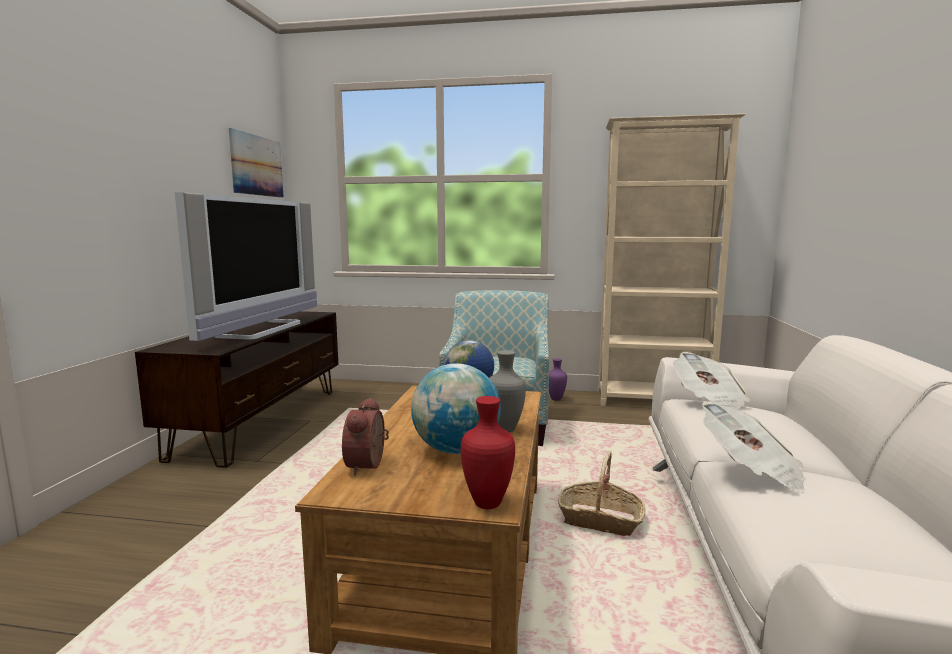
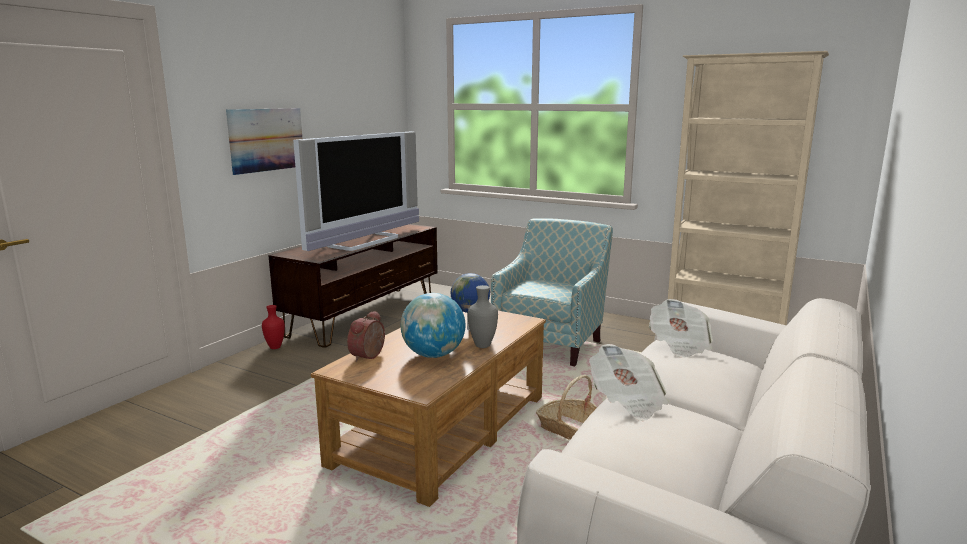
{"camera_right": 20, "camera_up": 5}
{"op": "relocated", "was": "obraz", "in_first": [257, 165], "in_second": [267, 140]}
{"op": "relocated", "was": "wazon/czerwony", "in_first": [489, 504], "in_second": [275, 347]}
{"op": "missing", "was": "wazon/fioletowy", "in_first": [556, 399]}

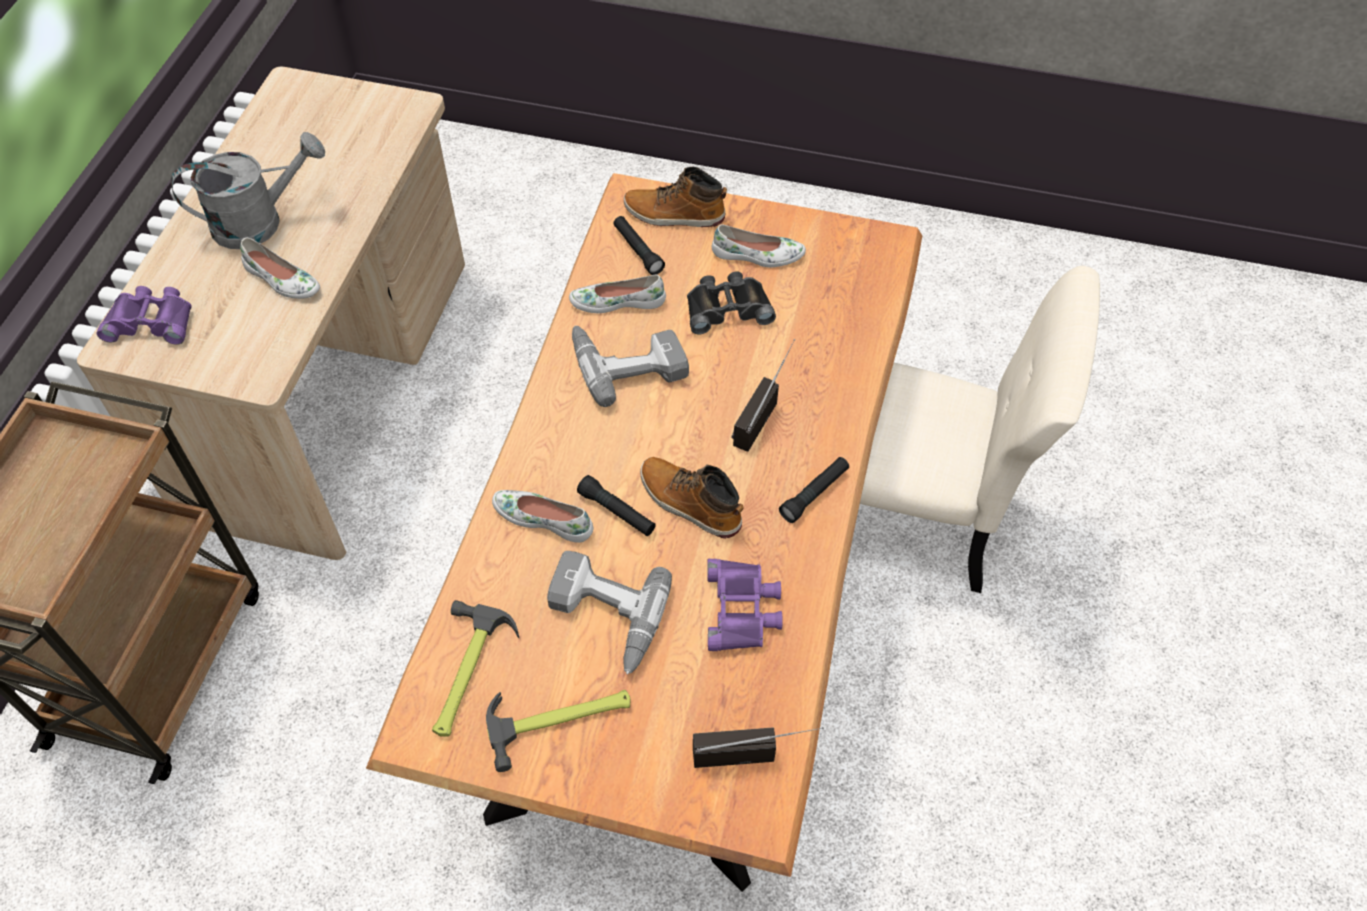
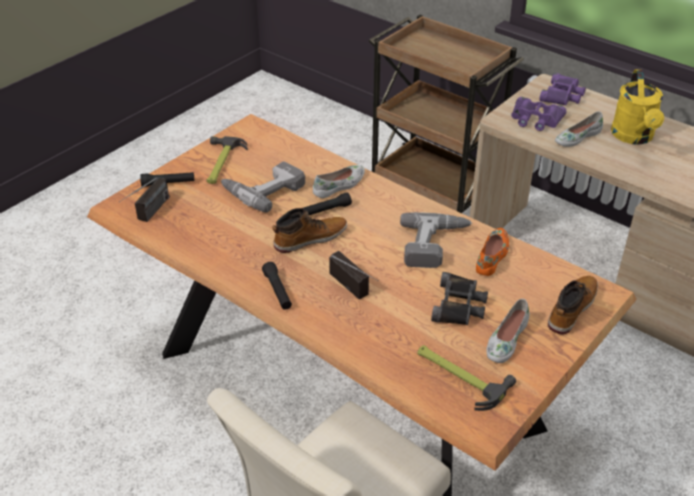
{"camera_right": 115, "camera_up": -15}
{"op": "relocated", "was": "latarka/czarny", "in_first": [638, 250], "in_second": [168, 183]}
{"op": "relocated", "was": "młotek", "in_first": [466, 673], "in_second": [459, 376]}
{"op": "colour", "was": "but/biały", "now": "but/pomarańczowy", "in_first": [618, 301], "in_second": [492, 256]}
{"op": "relocated", "was": "lornetka/fioletowy", "in_first": [742, 609], "in_second": [535, 119]}
{"op": "colour", "was": "konewka/szary", "now": "konewka/żółty", "in_first": [260, 221], "in_second": [634, 137]}

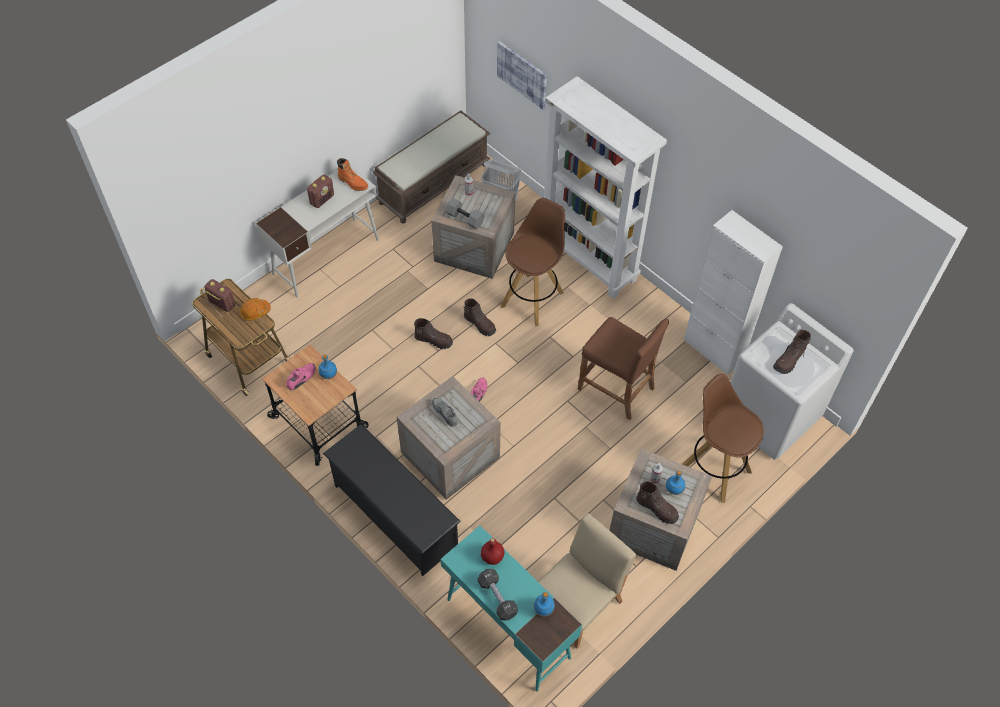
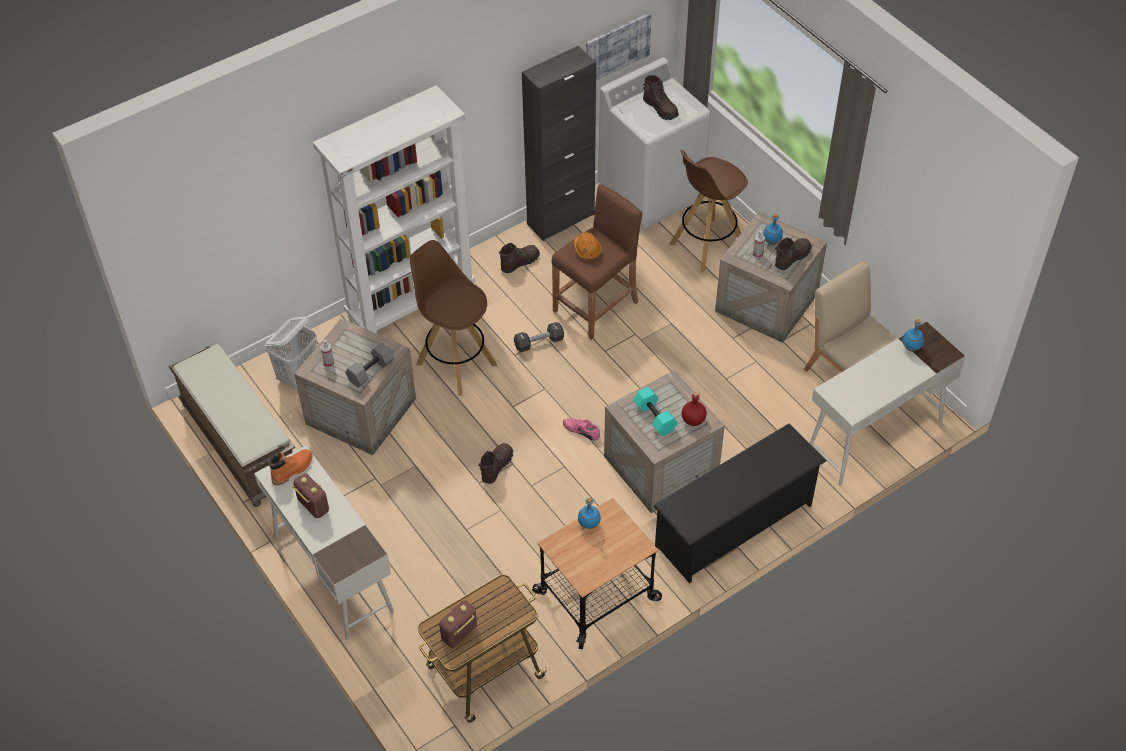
{"camera_right": -80, "camera_up": -5}
{"op": "relocated", "was": "but z cholewką/brązowy", "in_first": [480, 324], "in_second": [519, 262]}
{"op": "relocated", "was": "hantel/czarny", "in_first": [497, 598], "in_second": [539, 342]}
{"op": "colour", "was": "szafka/biały", "now": "szafka/czarny", "in_first": [713, 350], "in_second": [561, 219]}
{"op": "relocated", "was": "kask/pomarańczowy", "in_first": [255, 312], "in_second": [587, 249]}
{"op": "relocated", "was": "obraz", "in_first": [522, 74], "in_second": [617, 47]}
{"op": "exchanged", "was": "but/szary", "now": "hantel/turkusowy", "in_first": [445, 413], "in_second": [655, 417]}
{"op": "relocated", "was": "butelka/czerwony", "in_first": [492, 556], "in_second": [692, 420]}
{"op": "colour", "was": "biurko/turkusowy", "now": "biurko/biały", "in_first": [507, 627], "in_second": [874, 437]}
{"op": "missing", "was": "but/różowy", "in_first": [302, 378]}

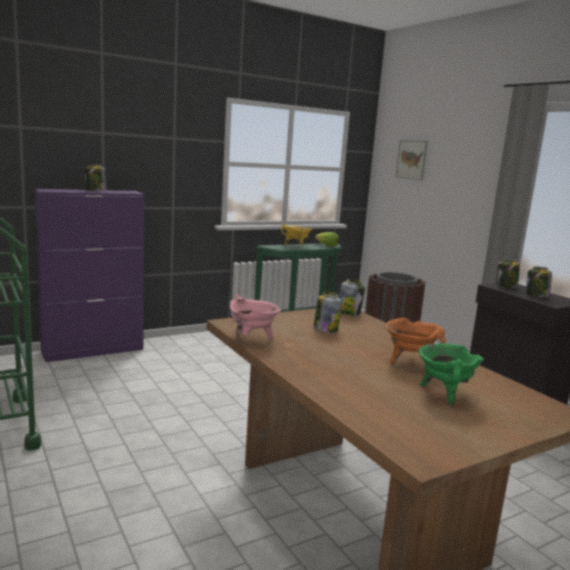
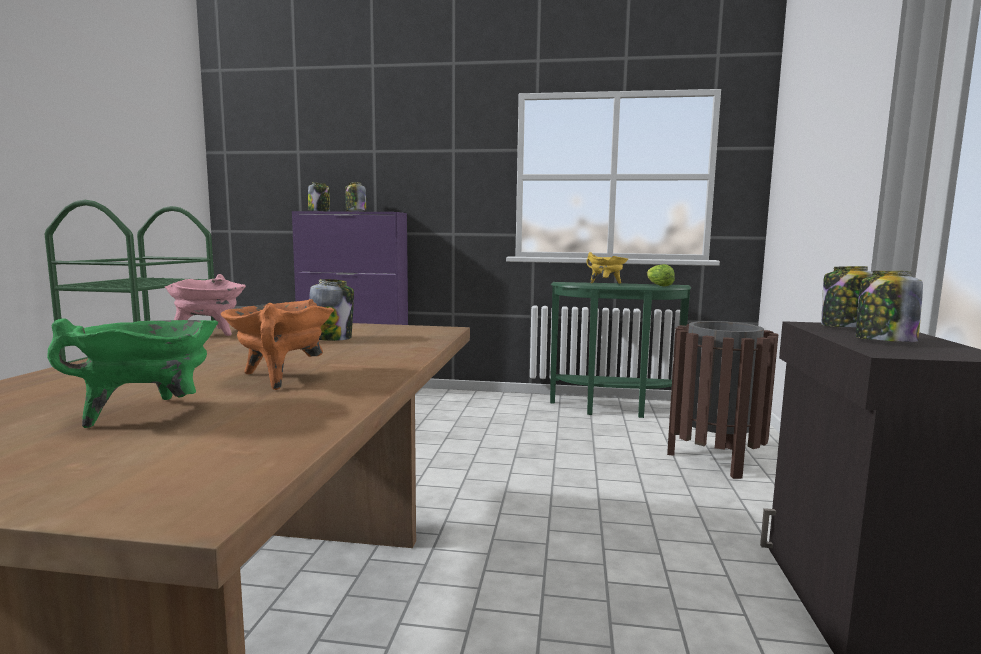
{"camera_right": 40, "camera_up": -5}
{"op": "relocated", "was": "słoik", "in_first": [349, 312], "in_second": [319, 211]}
{"op": "missing", "was": "obraz", "in_first": [411, 159]}

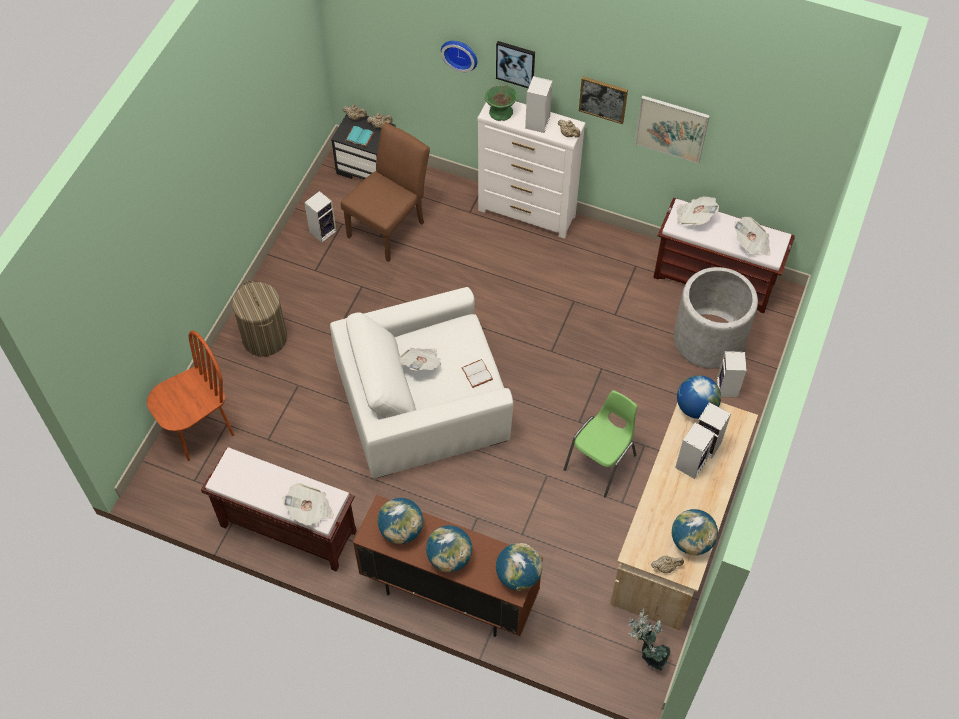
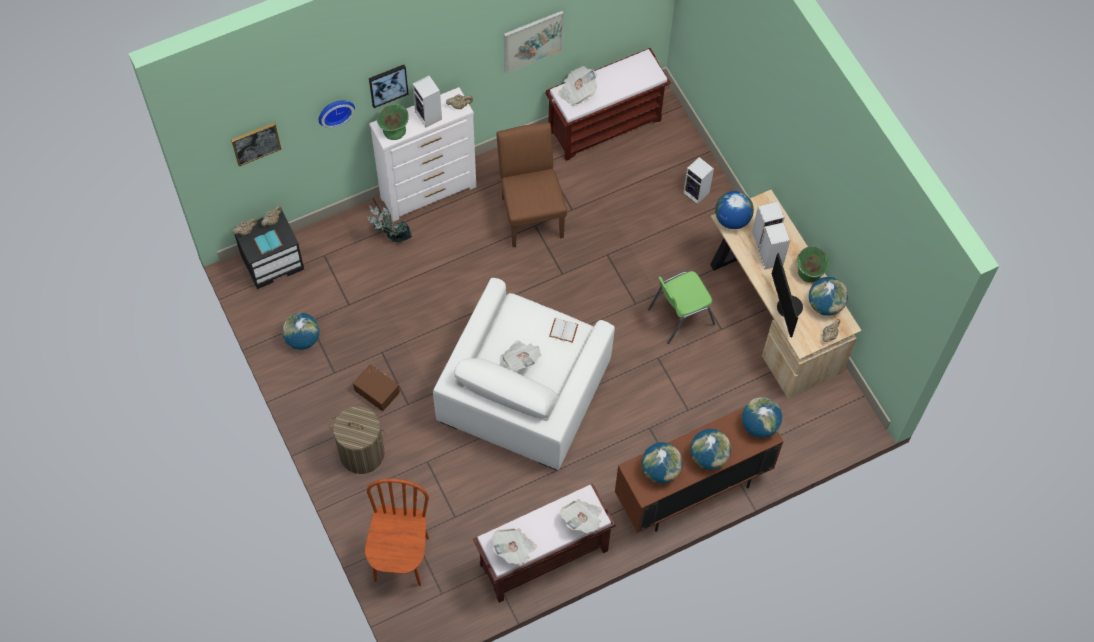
{"camera_right": -50, "camera_up": 5}
{"op": "relocated", "was": "obraz", "in_first": [603, 99], "in_second": [255, 143]}
{"op": "exchanged", "was": "głośnik", "now": "globus", "in_first": [323, 231], "in_second": [302, 339]}
{"op": "appeared", "now": "pojemnik do przechowywania/brązowy", "in_second": [377, 390]}
{"op": "relocated", "was": "roślina doniczkowa", "in_first": [646, 650], "in_second": [390, 237]}
{"op": "relocated", "was": "gazeta", "in_first": [751, 244], "in_second": [514, 549]}
{"op": "relocated", "was": "krzesło/brązowy", "in_first": [390, 226], "in_second": [530, 212]}
{"op": "spun", "was": "krzesło/zielony", "in_first": [601, 462], "in_second": [680, 316], "clockwise": -105}
{"op": "appeared", "now": "monitor", "in_second": [786, 308]}
{"op": "appeared", "now": "miska/zielony", "in_second": [809, 272]}
{"op": "missing", "was": "donica/szary", "in_first": [708, 339]}

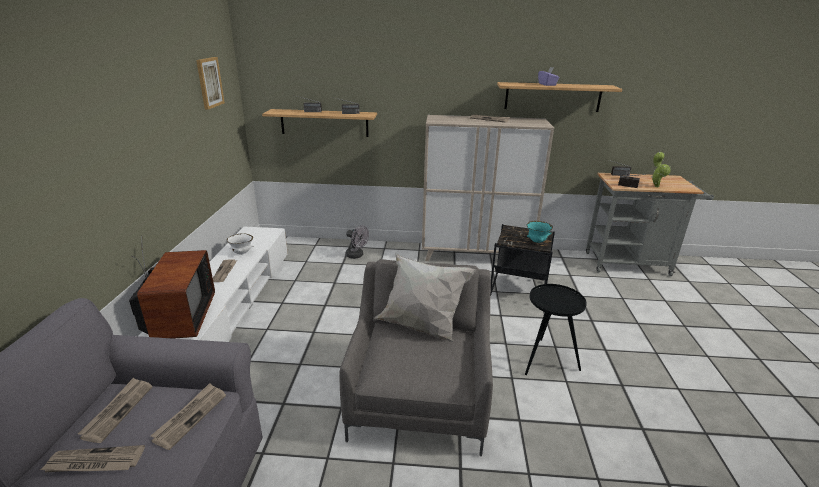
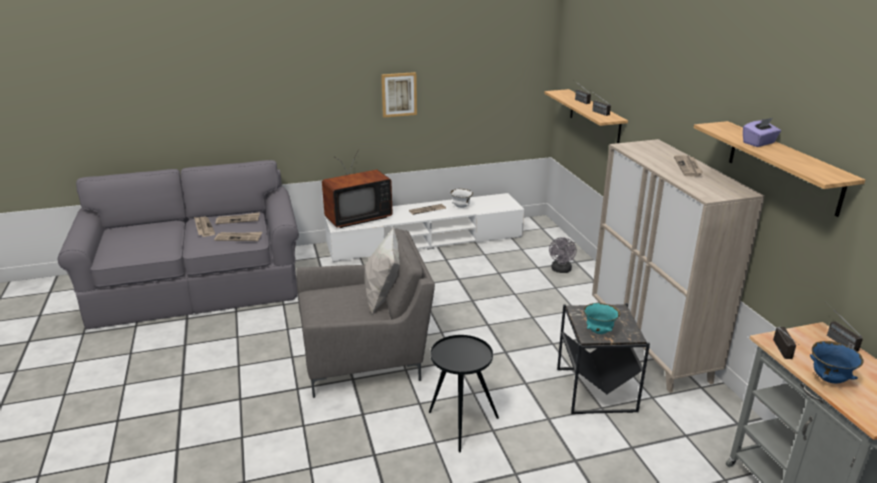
{"camera_right": 70, "camera_up": 0}
{"op": "relocated", "was": "obraz", "in_first": [209, 82], "in_second": [399, 94]}
{"op": "exchanged", "was": "roślina doniczkowa", "now": "miska/niebieski", "in_first": [656, 186], "in_second": [828, 379]}

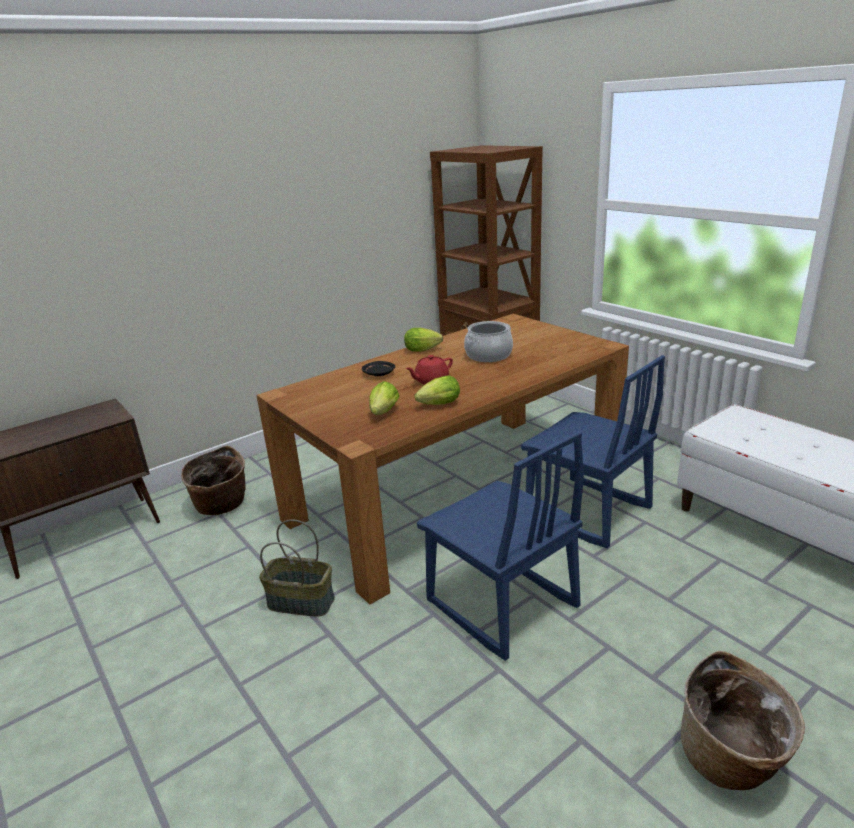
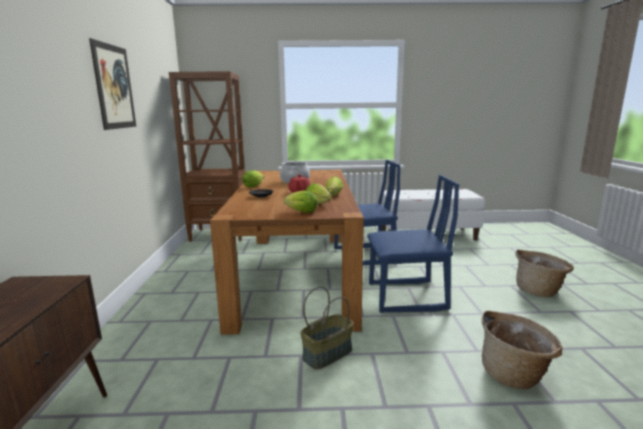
{"camera_right": -55, "camera_up": -10}
{"op": "appeared", "now": "obraz", "in_second": [114, 87]}
{"op": "appeared", "now": "sałata", "in_second": [300, 212]}
{"op": "relocated", "was": "koszyk", "in_first": [221, 506], "in_second": [514, 374]}

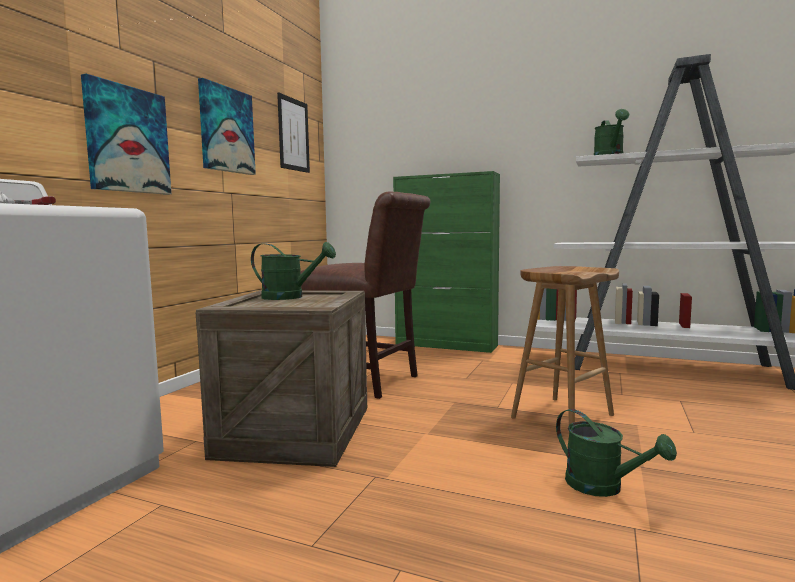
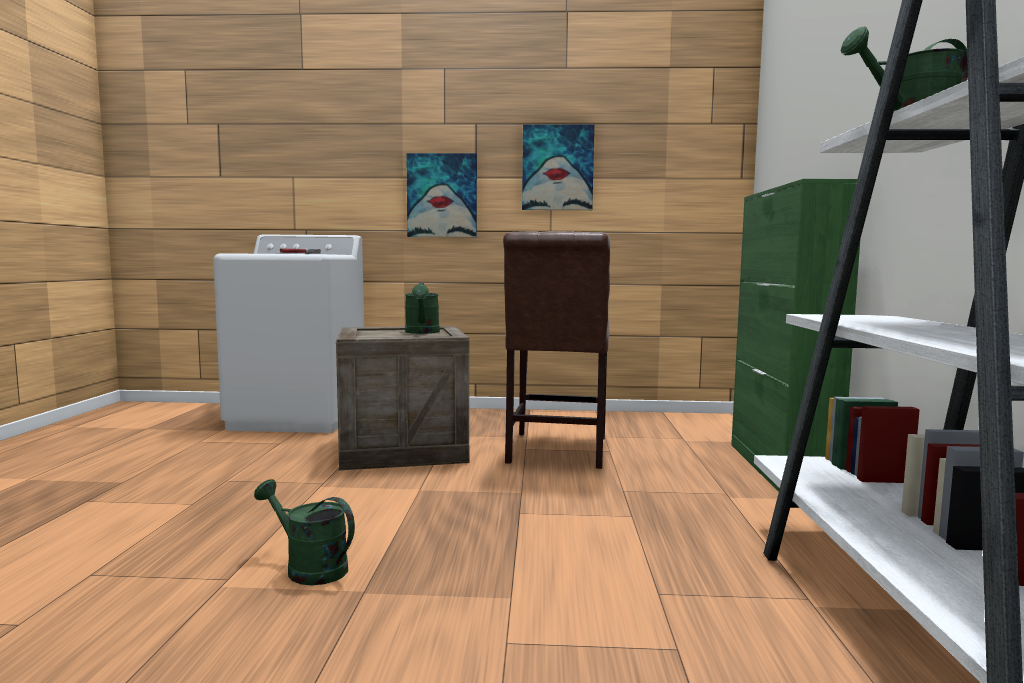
{"camera_right": 70, "camera_up": 0}
{"op": "spun", "was": "konewka/zielony", "in_first": [603, 487], "in_second": [309, 568], "clockwise": 90}
{"op": "missing", "was": "obraz", "in_first": [293, 134]}
{"op": "missing", "was": "stołek/brązowy", "in_first": [562, 415]}

